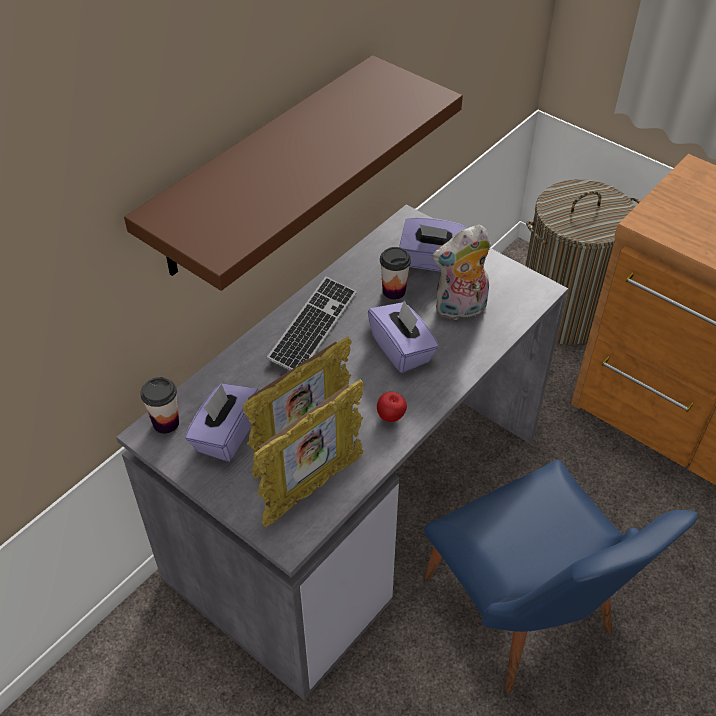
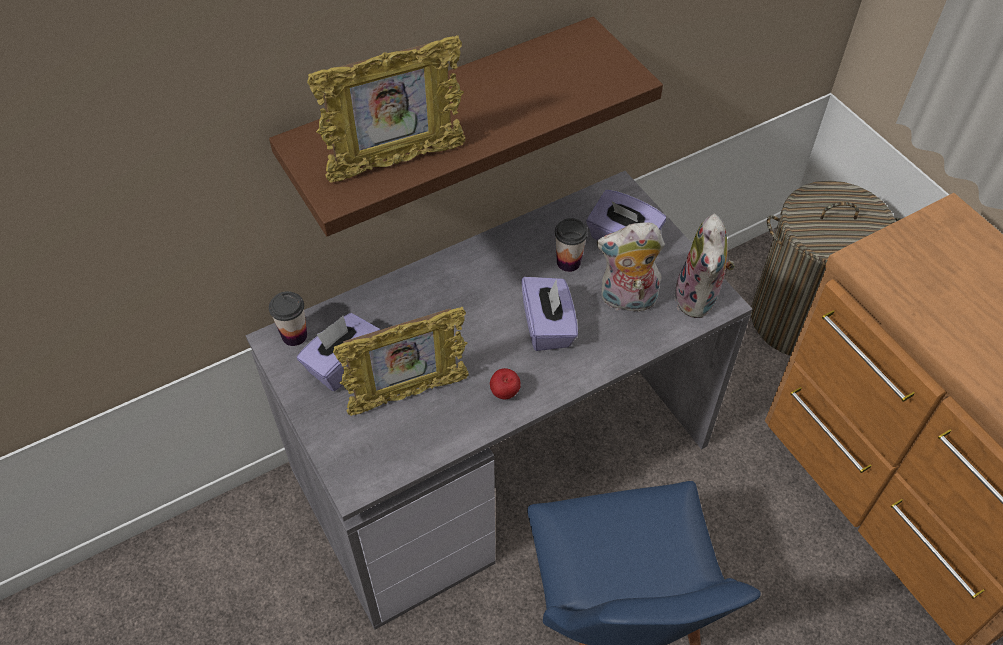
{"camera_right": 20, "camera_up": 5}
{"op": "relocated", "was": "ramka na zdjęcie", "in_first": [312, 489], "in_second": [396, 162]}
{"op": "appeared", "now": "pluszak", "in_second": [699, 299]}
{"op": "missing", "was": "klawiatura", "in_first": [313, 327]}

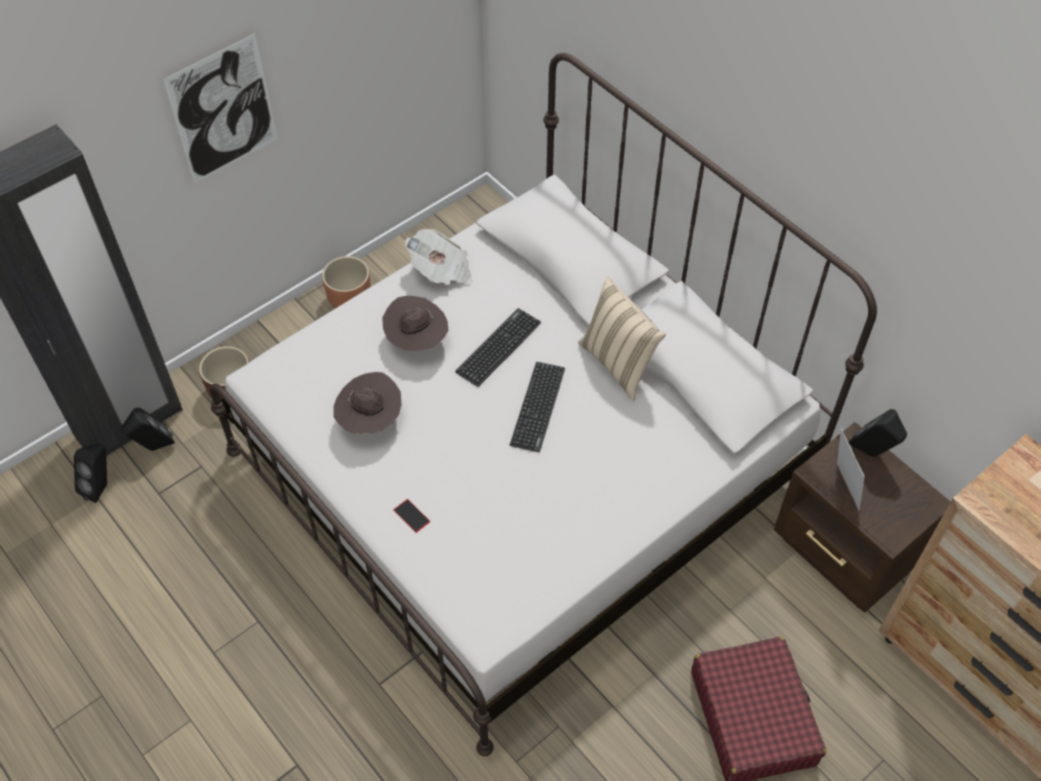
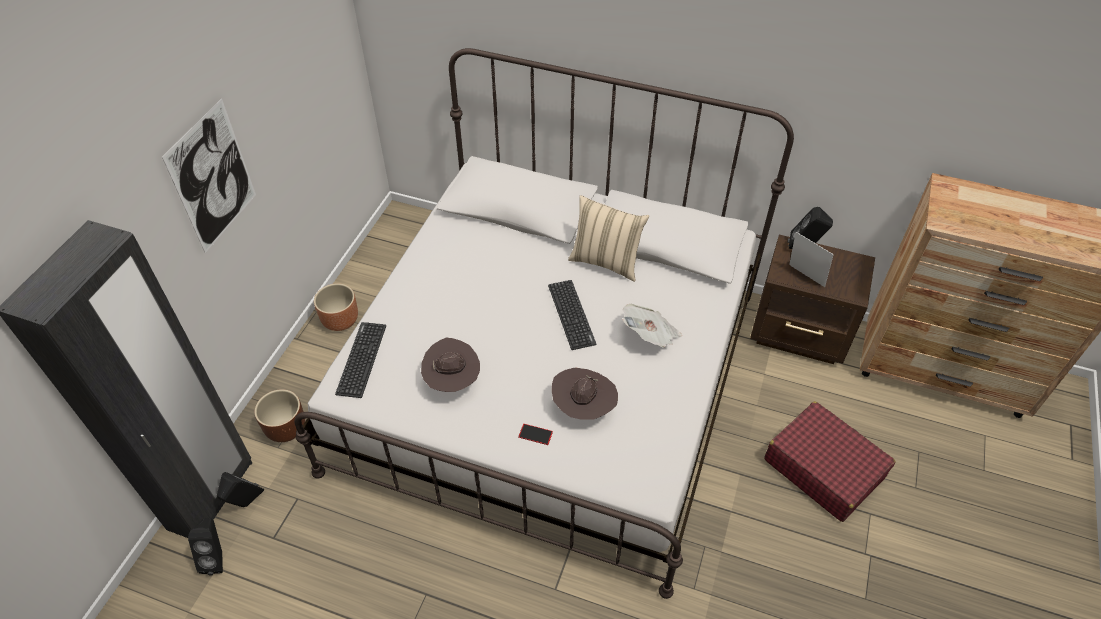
{"camera_right": -30, "camera_up": -5}
{"op": "relocated", "was": "klawiatura", "in_first": [498, 347], "in_second": [361, 359]}
{"op": "relocated", "was": "kapelusz/brązowy", "in_first": [417, 341], "in_second": [583, 407]}
{"op": "relocated", "was": "gazeta", "in_first": [441, 270], "in_second": [650, 335]}

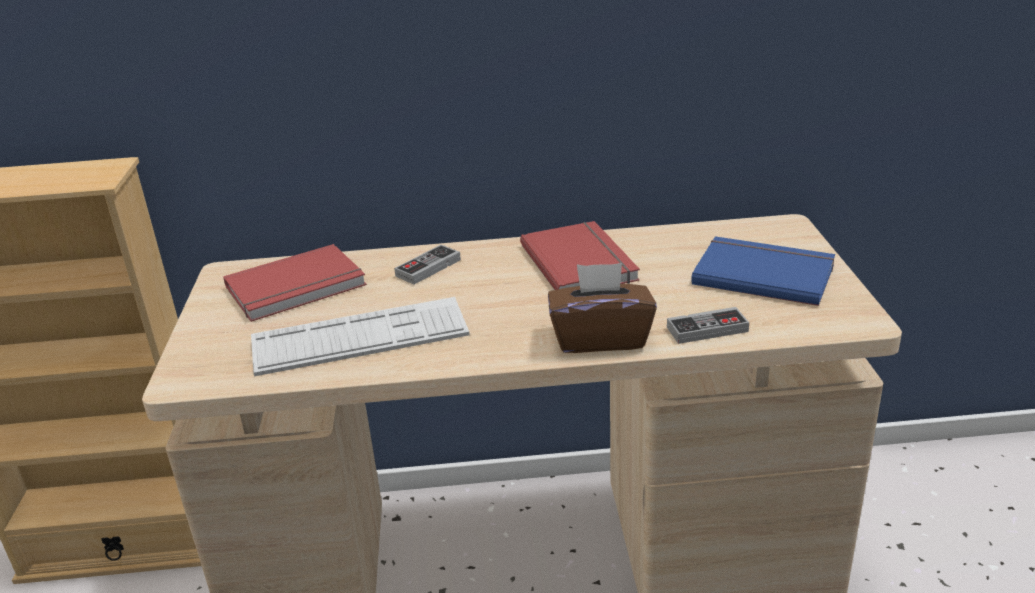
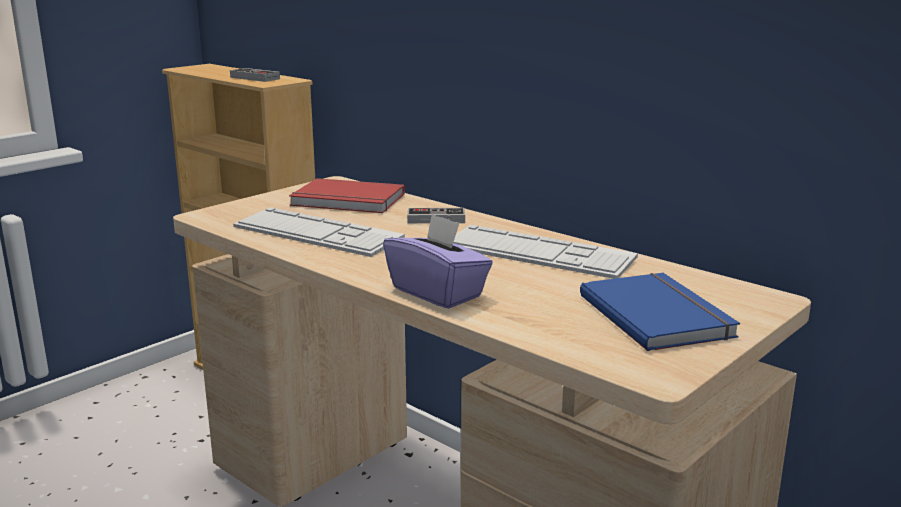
{"camera_right": 45, "camera_up": -10}
{"op": "relocated", "was": "pad do gier", "in_first": [707, 329], "in_second": [255, 78]}
{"op": "colour", "was": "pudełko chusteczek/brązowy", "now": "pudełko chusteczek/fioletowy", "in_first": [600, 338], "in_second": [438, 292]}
{"op": "exchanged", "was": "książka/czerwony", "now": "klawiatura", "in_first": [581, 261], "in_second": [538, 253]}

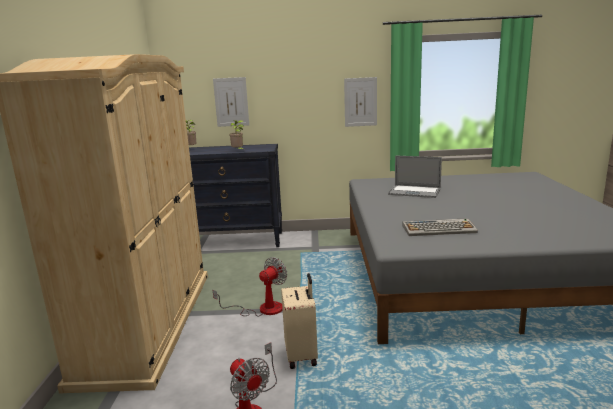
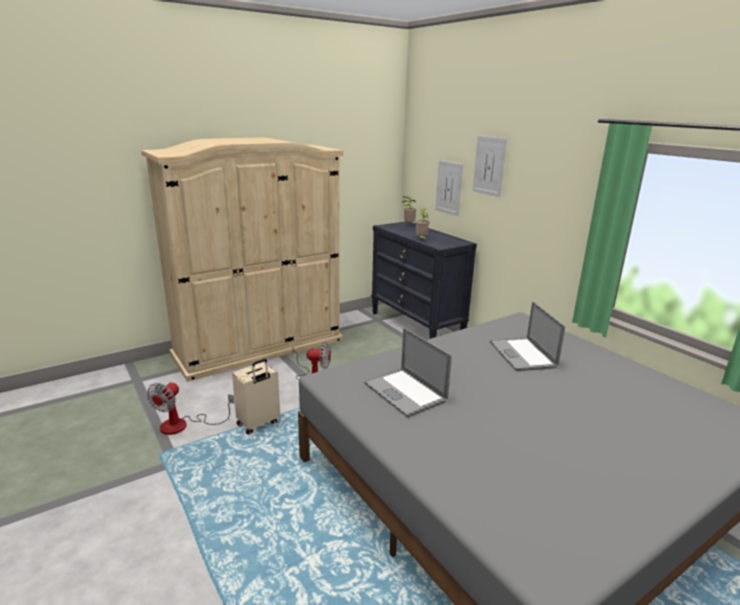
{"camera_right": 55, "camera_up": 5}
{"op": "exchanged", "was": "klawiatura", "now": "laptop", "in_first": [439, 229], "in_second": [404, 392]}
{"op": "relocated", "was": "obraz", "in_first": [360, 102], "in_second": [489, 166]}

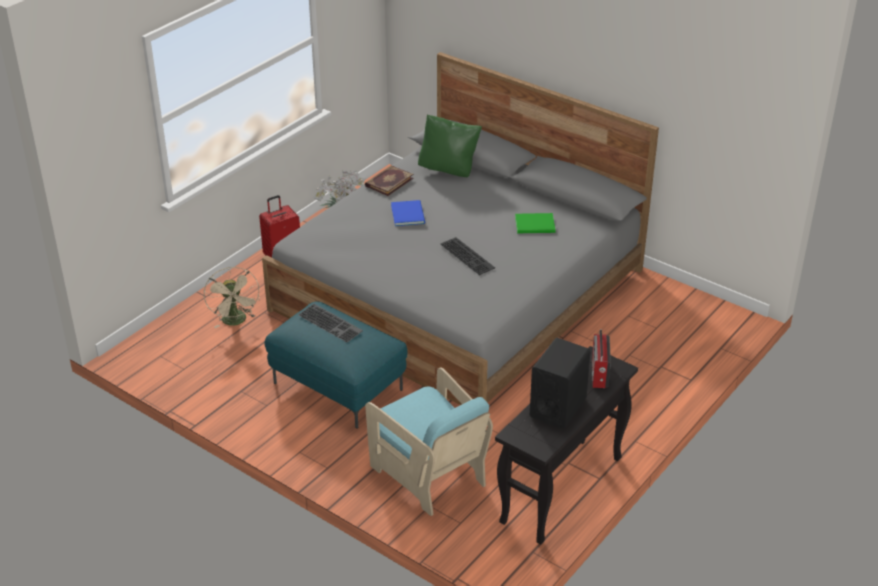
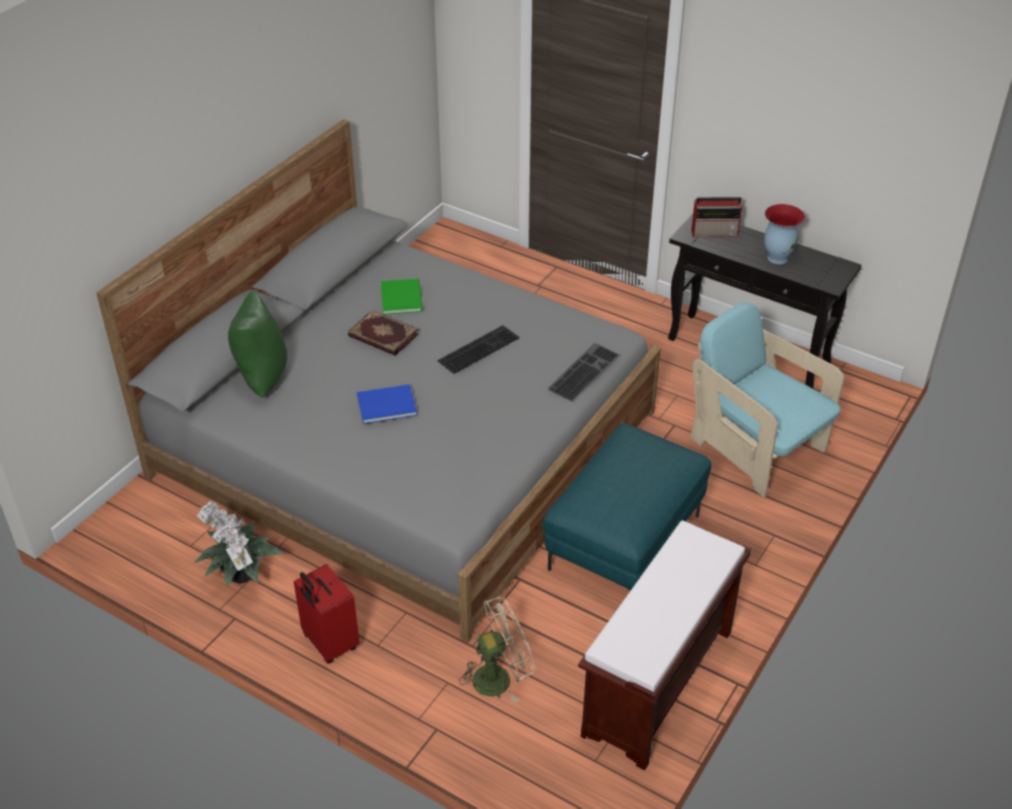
{"camera_right": -95, "camera_up": 5}
{"op": "relocated", "was": "książka", "in_first": [388, 182], "in_second": [382, 336]}
{"op": "relocated", "was": "klawiatura", "in_first": [331, 323], "in_second": [582, 371]}
{"op": "appeared", "now": "ławka/brązowy", "in_second": [658, 685]}
{"op": "spun", "was": "fotel/turkusowy", "in_first": [429, 473], "in_second": [756, 448], "clockwise": -90}
{"op": "exchanged", "was": "głośnik/czarny", "now": "wazon", "in_first": [558, 407], "in_second": [777, 257]}

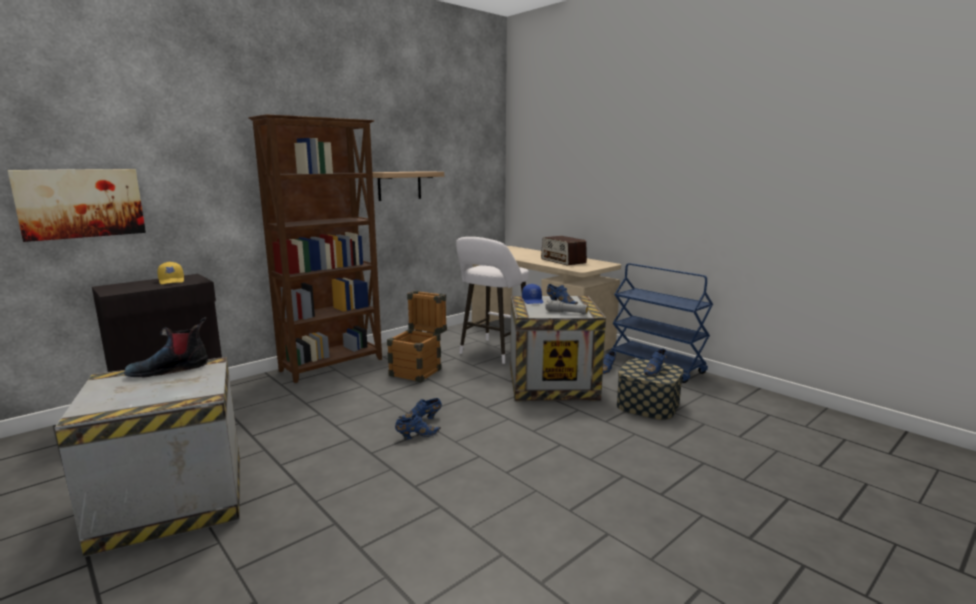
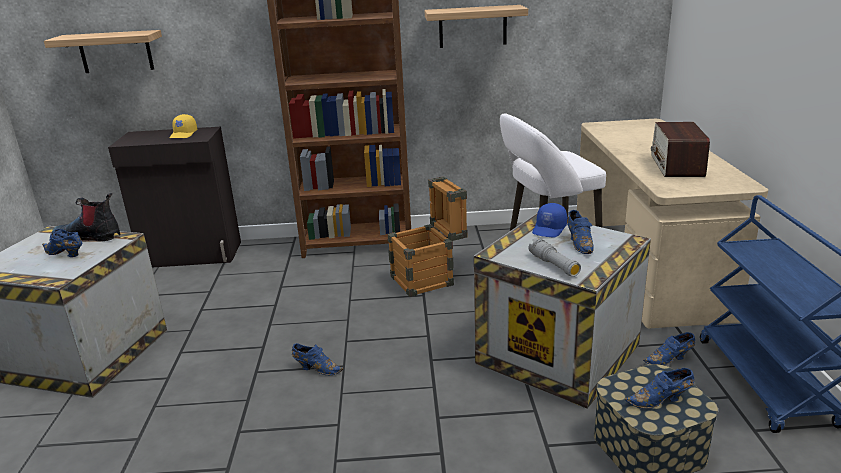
{"camera_right": 40, "camera_up": 10}
{"op": "relocated", "was": "but/niebieski", "in_first": [422, 419], "in_second": [65, 254]}
{"op": "exchanged", "was": "obraz", "now": "półka", "in_first": [81, 203], "in_second": [115, 52]}

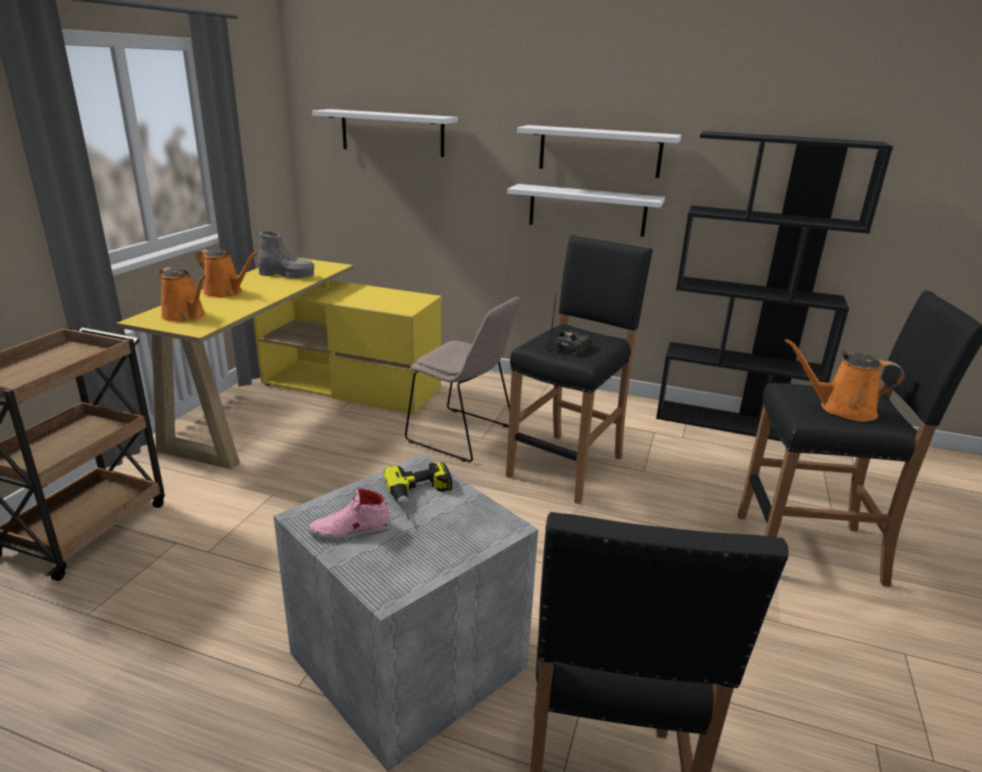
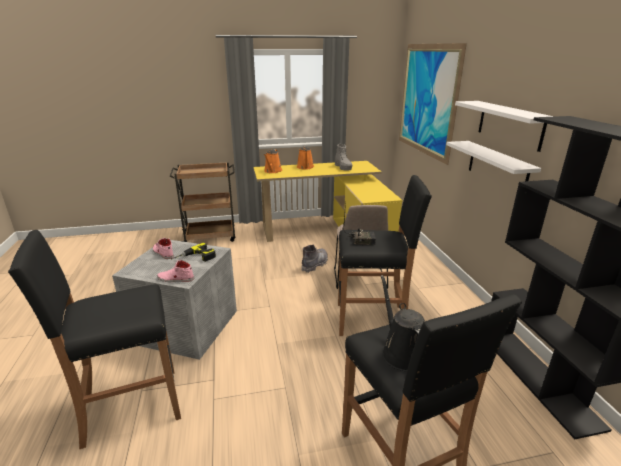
{"camera_right": 60, "camera_up": 0}
{"op": "appeared", "now": "but/różowy", "in_second": [175, 279]}
{"op": "appeared", "now": "but z cholewką/szary", "in_second": [315, 264]}
{"op": "colour", "was": "konewka/pomarańczowy", "now": "konewka/czarny", "in_first": [841, 409], "in_second": [401, 351]}
{"op": "exchanged", "was": "półka/biały", "now": "obraz", "in_first": [392, 133], "in_second": [427, 100]}

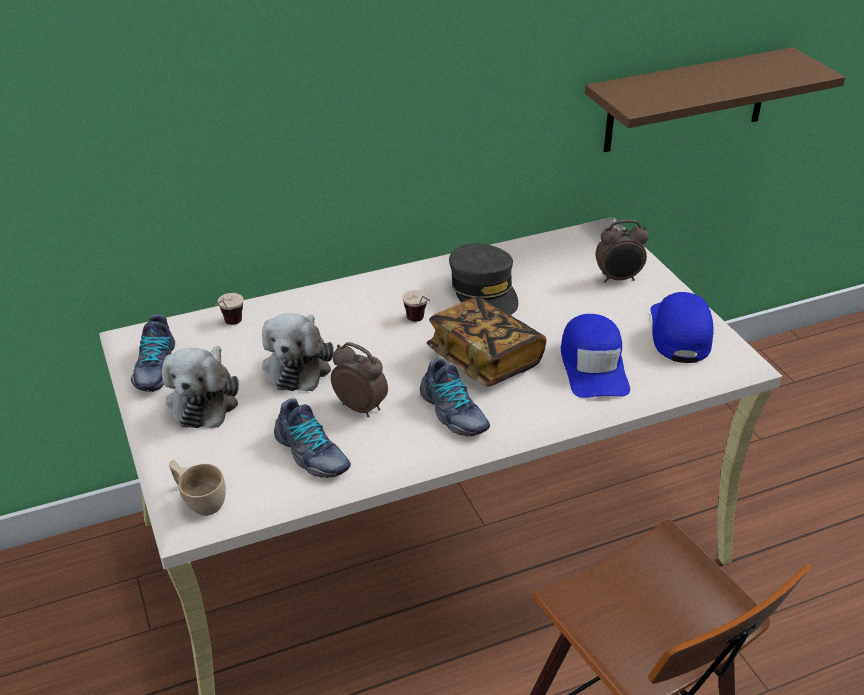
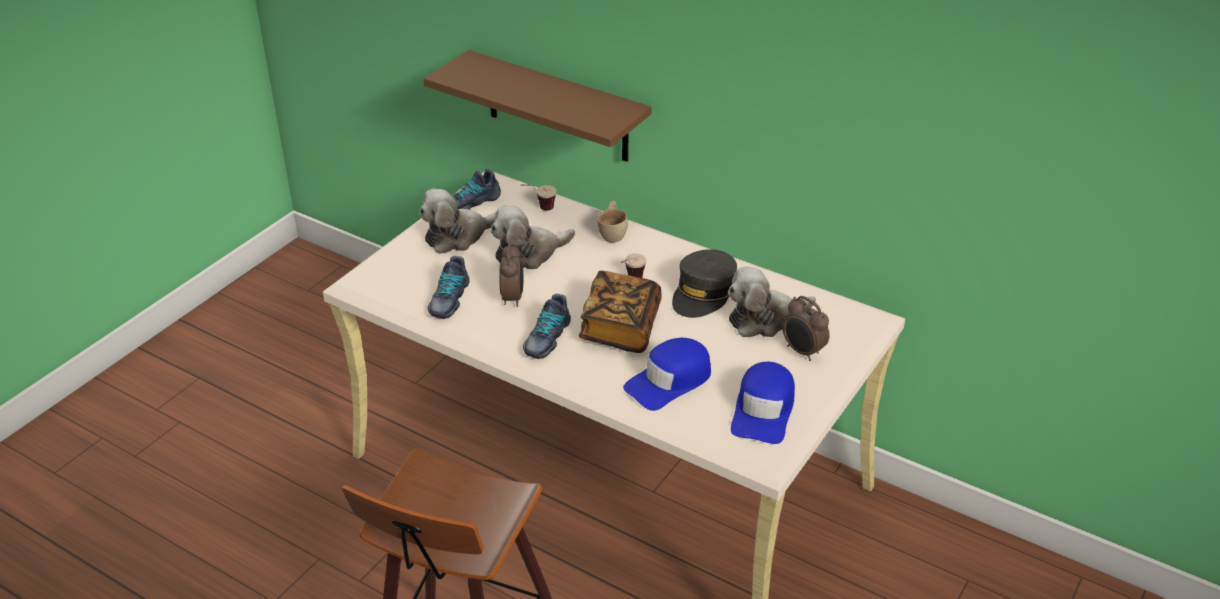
{"camera_right": 55, "camera_up": 0}
{"op": "relocated", "was": "półka/brązowy", "in_first": [687, 100], "in_second": [557, 107]}
{"op": "relocated", "was": "filiżanka/beżowy", "in_first": [199, 500], "in_second": [613, 233]}
{"op": "appeared", "now": "pluszak", "in_second": [764, 319]}
{"op": "spun", "was": "czapka z daszkiem/niebieski", "in_first": [679, 333], "in_second": [763, 410], "clockwise": 135}

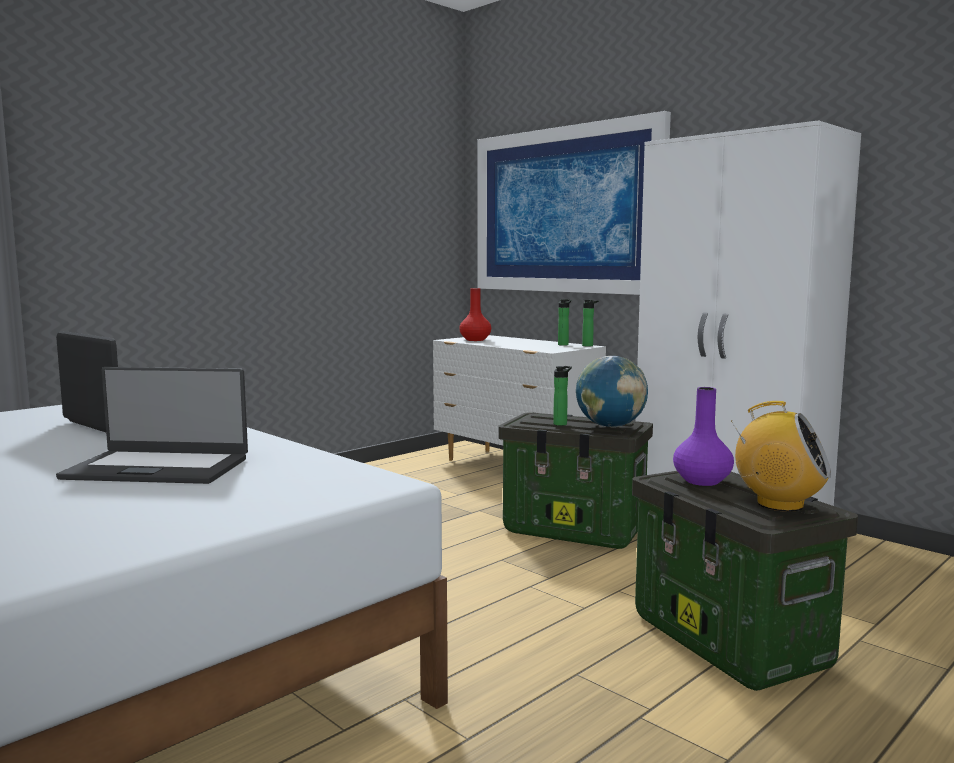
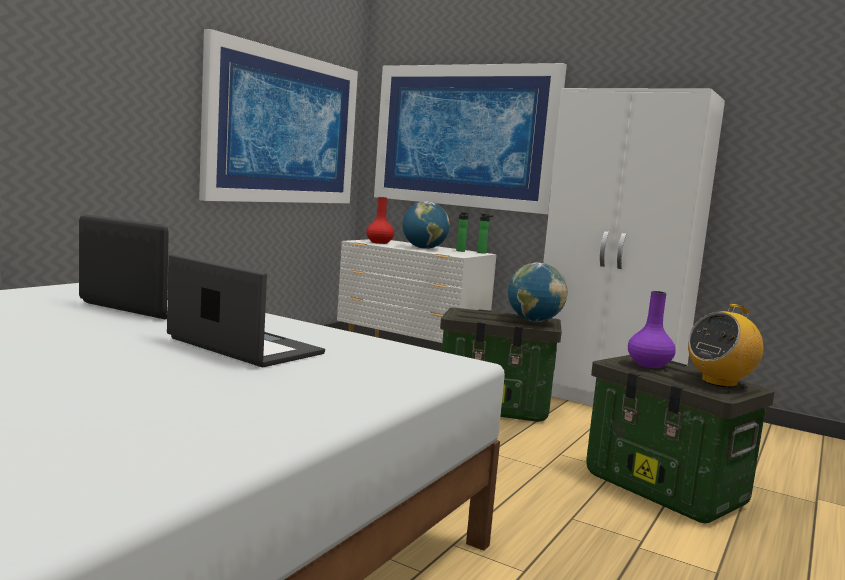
{"camera_right": -15, "camera_up": 0}
{"op": "spun", "was": "laptop", "in_first": [158, 468], "in_second": [243, 347], "clockwise": -135}
{"op": "appeared", "now": "obraz", "in_second": [284, 128]}
{"op": "appeared", "now": "globus", "in_second": [424, 248]}
{"op": "spun", "was": "radio", "in_first": [779, 504], "in_second": [719, 382], "clockwise": 135}
{"op": "missing", "was": "butelka", "in_first": [561, 424]}

